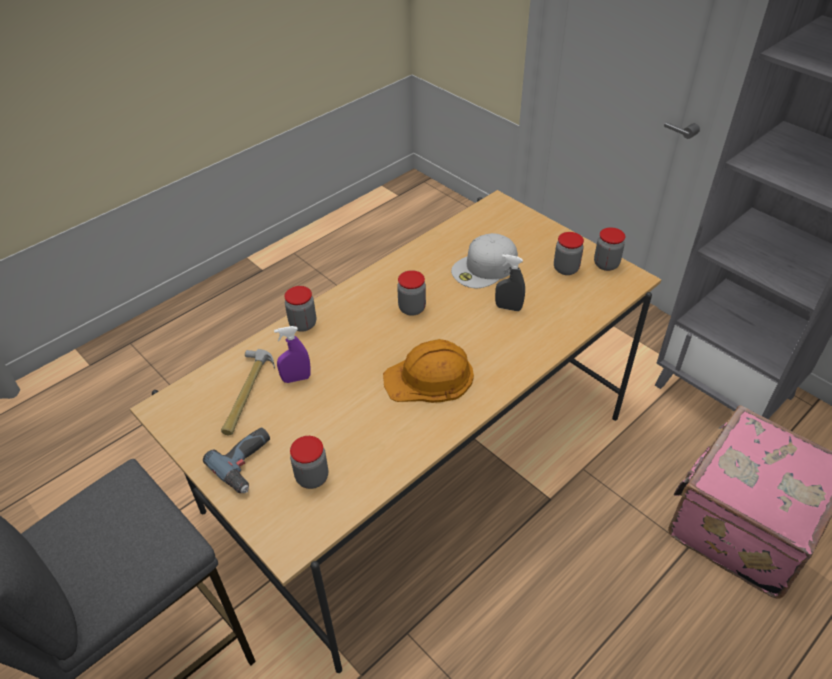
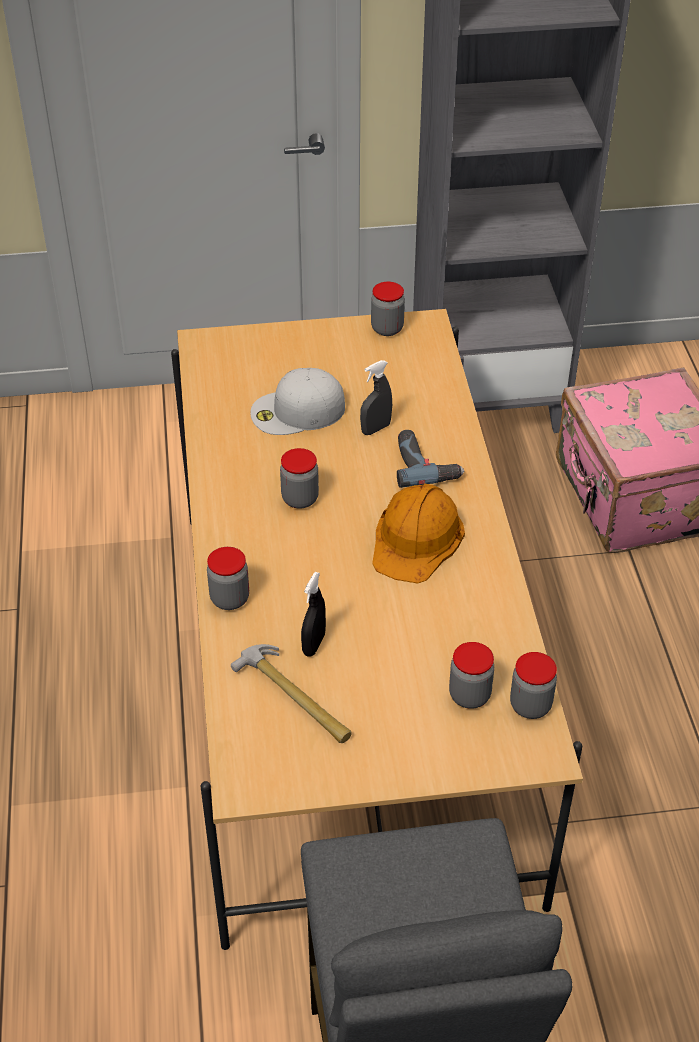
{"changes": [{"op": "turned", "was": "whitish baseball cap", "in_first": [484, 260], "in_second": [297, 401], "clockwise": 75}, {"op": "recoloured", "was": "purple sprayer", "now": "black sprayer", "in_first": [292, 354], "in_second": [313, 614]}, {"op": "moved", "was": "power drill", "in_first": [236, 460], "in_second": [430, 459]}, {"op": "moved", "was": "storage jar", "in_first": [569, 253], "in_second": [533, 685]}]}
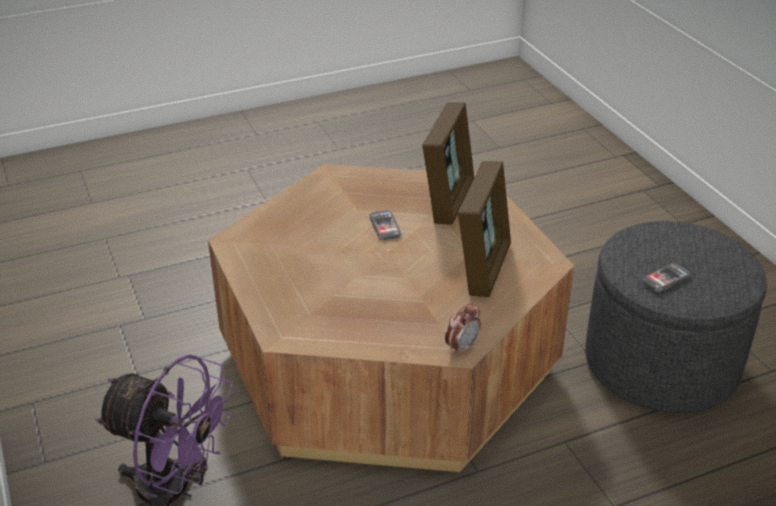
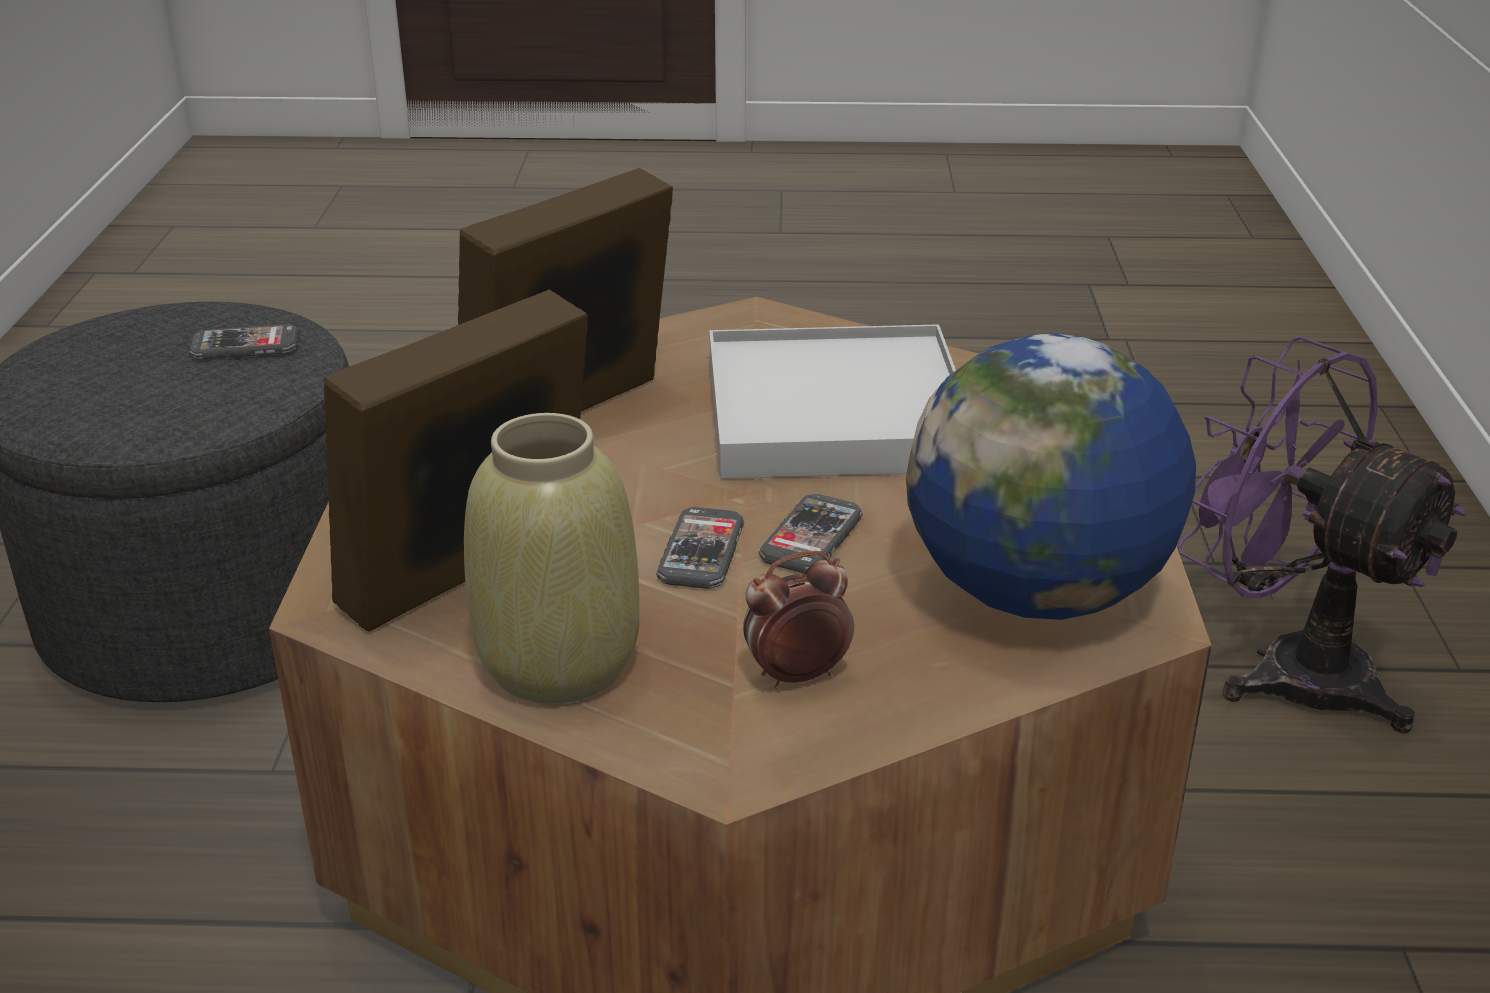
{"changes": [{"op": "added", "now": "beige-coloured vase", "in_second": [552, 558]}, {"op": "added", "now": "whitish serving tray", "in_second": [832, 401]}, {"op": "moved", "was": "alarm clock", "in_first": [463, 329], "in_second": [798, 620]}, {"op": "added", "now": "phone", "in_second": [811, 533]}, {"op": "added", "now": "desk globe", "in_second": [1051, 477]}]}
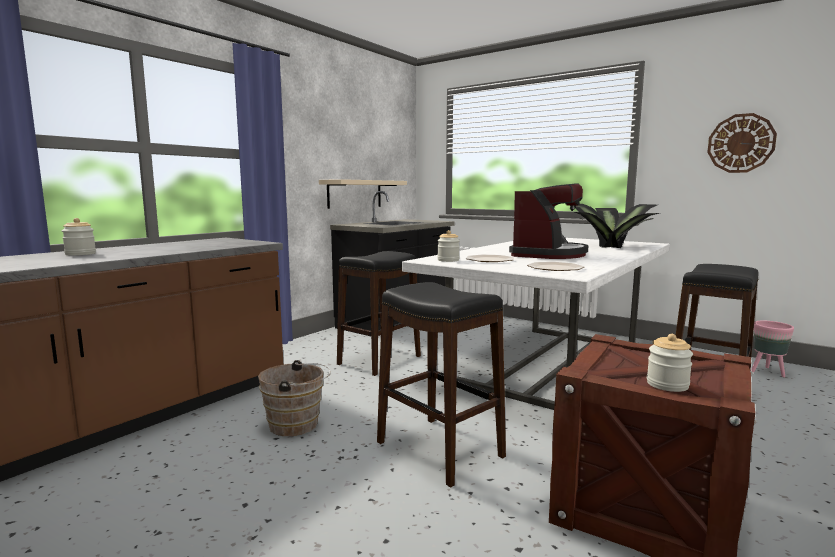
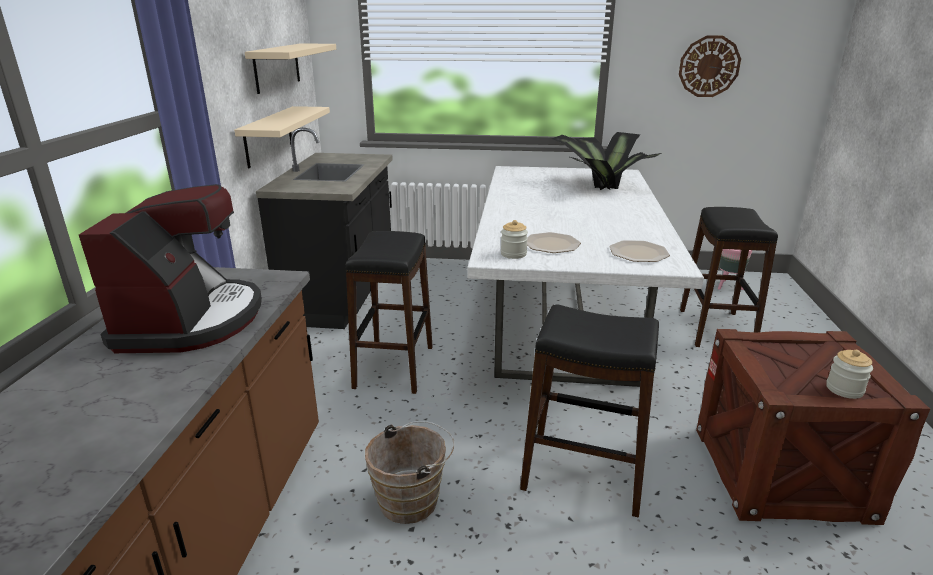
{"changes": [{"op": "moved", "was": "coffee brewer", "in_first": [548, 221], "in_second": [170, 268]}, {"op": "added", "now": "beige-coloured bracket shelf", "in_second": [290, 69]}, {"op": "removed", "was": "storage jar", "in_first": [79, 237]}]}
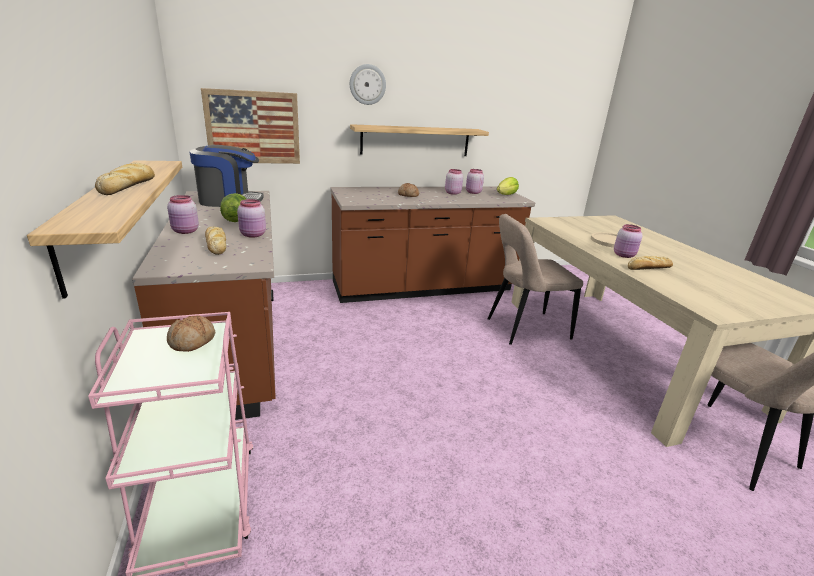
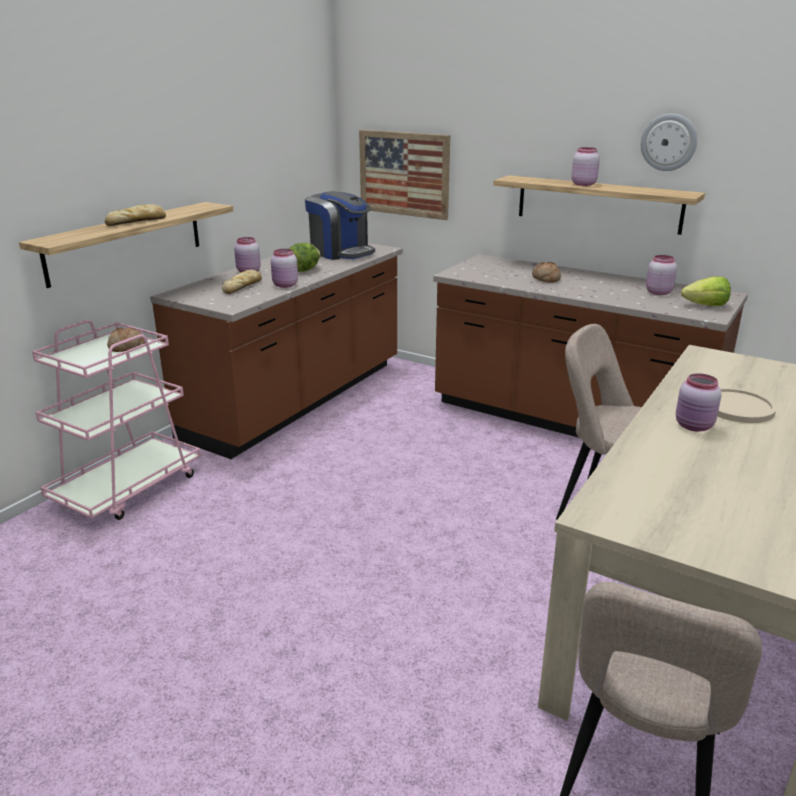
{"changes": [{"op": "moved", "was": "pink storage jar", "in_first": [454, 182], "in_second": [585, 166]}, {"op": "moved", "was": "wall clock", "in_first": [368, 84], "in_second": [669, 142]}, {"op": "removed", "was": "baked bread", "in_first": [650, 263]}]}
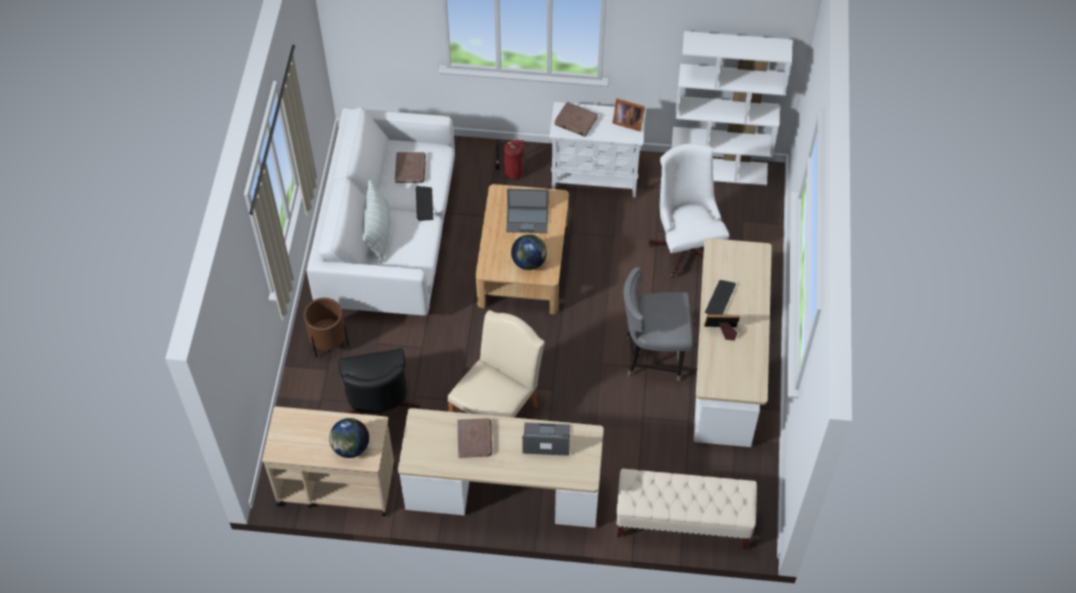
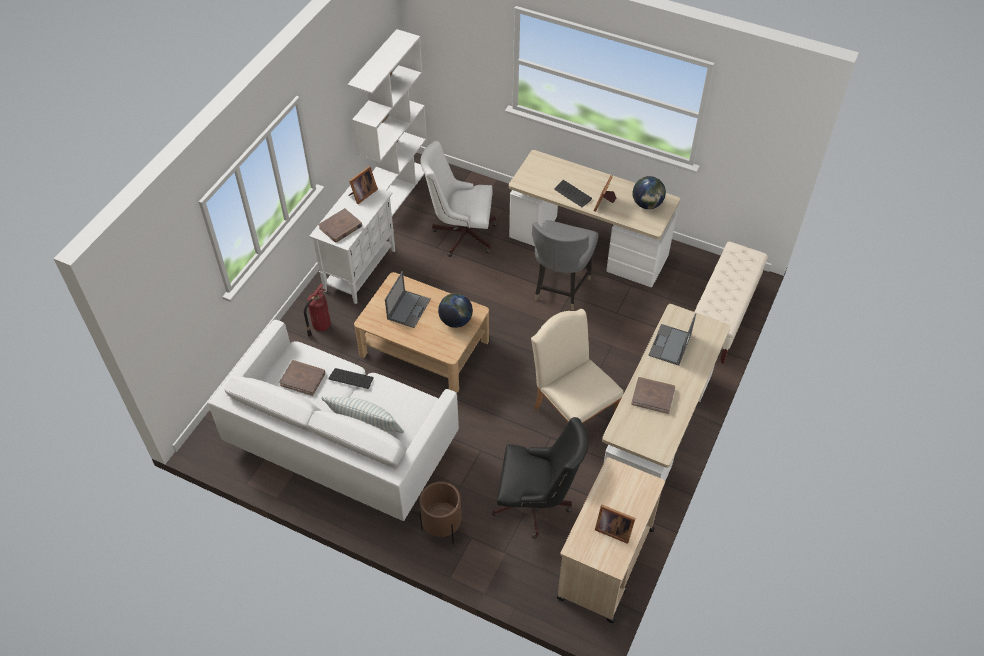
{"changes": [{"op": "added", "now": "standing frame", "in_second": [615, 524]}, {"op": "moved", "was": "desk globe", "in_first": [349, 438], "in_second": [649, 192]}]}
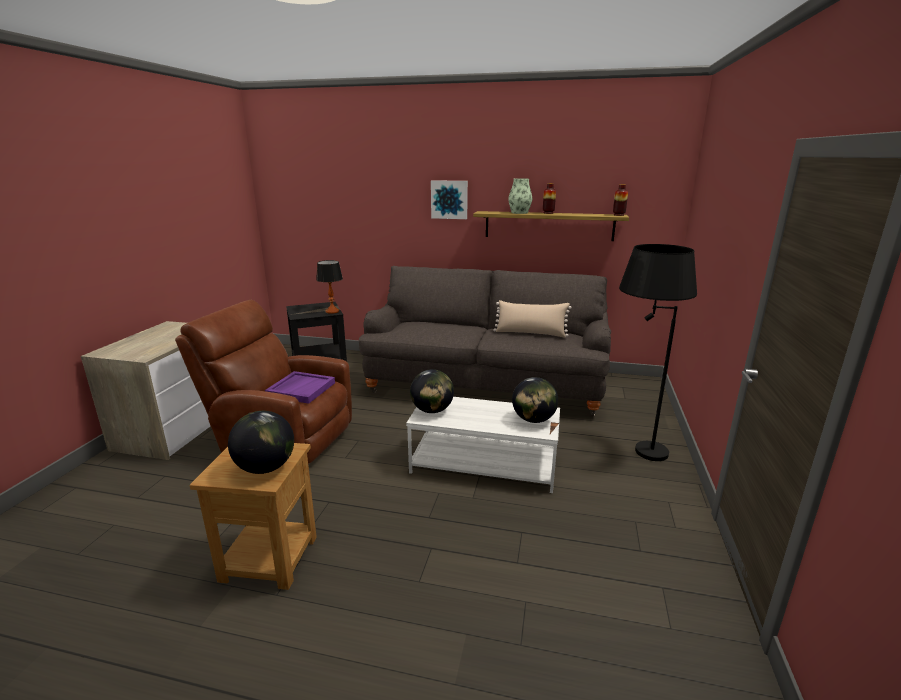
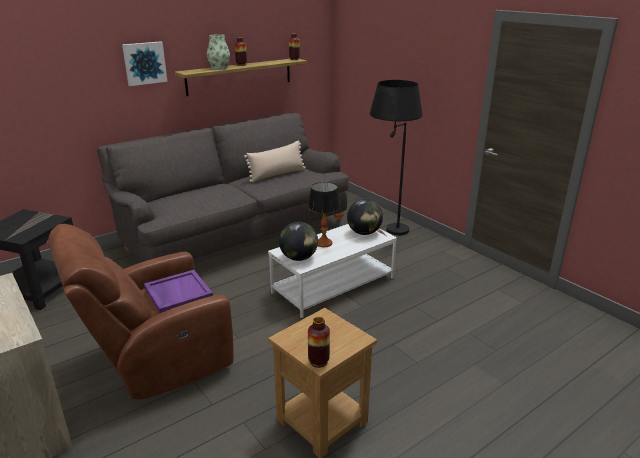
{"changes": [{"op": "moved", "was": "table lamp", "in_first": [329, 287], "in_second": [324, 214]}, {"op": "added", "now": "vase", "in_second": [319, 342]}, {"op": "removed", "was": "desk globe", "in_first": [261, 442]}]}
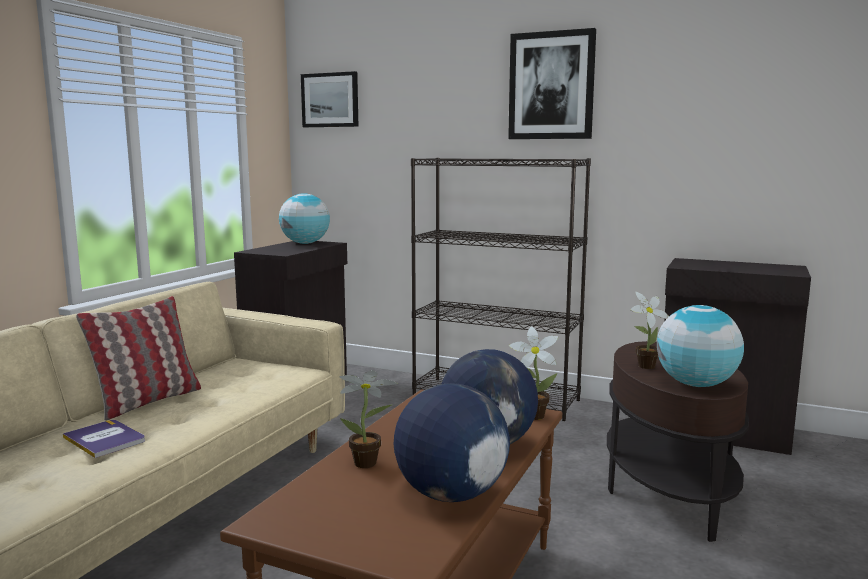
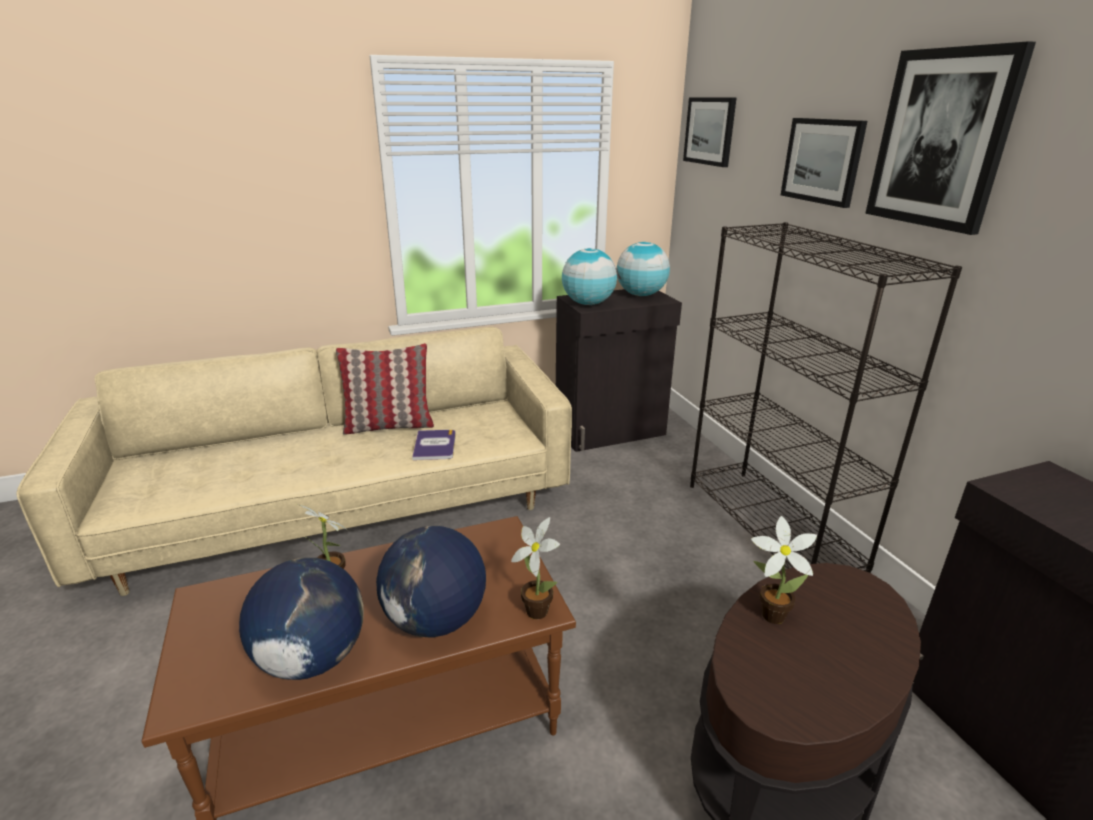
{"changes": [{"op": "moved", "was": "volume", "in_first": [104, 439], "in_second": [434, 445]}, {"op": "moved", "was": "desk globe", "in_first": [700, 346], "in_second": [589, 276]}, {"op": "added", "now": "wall art", "in_second": [824, 163]}]}
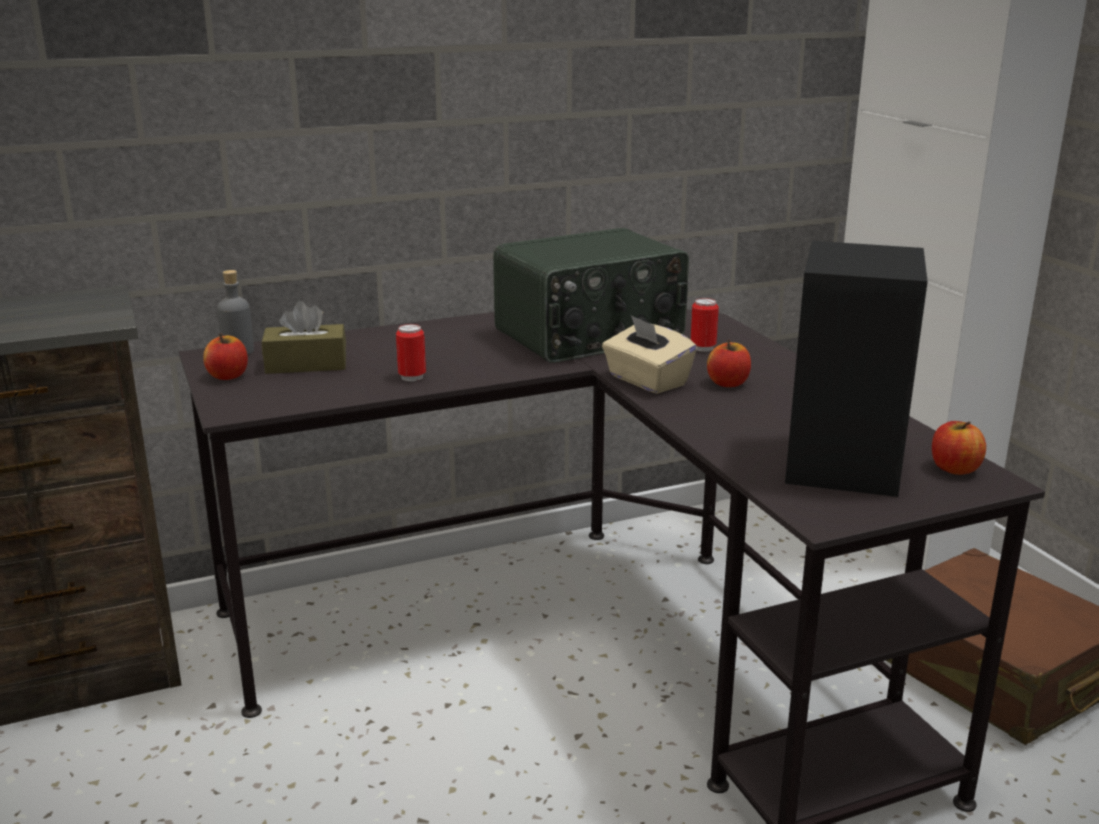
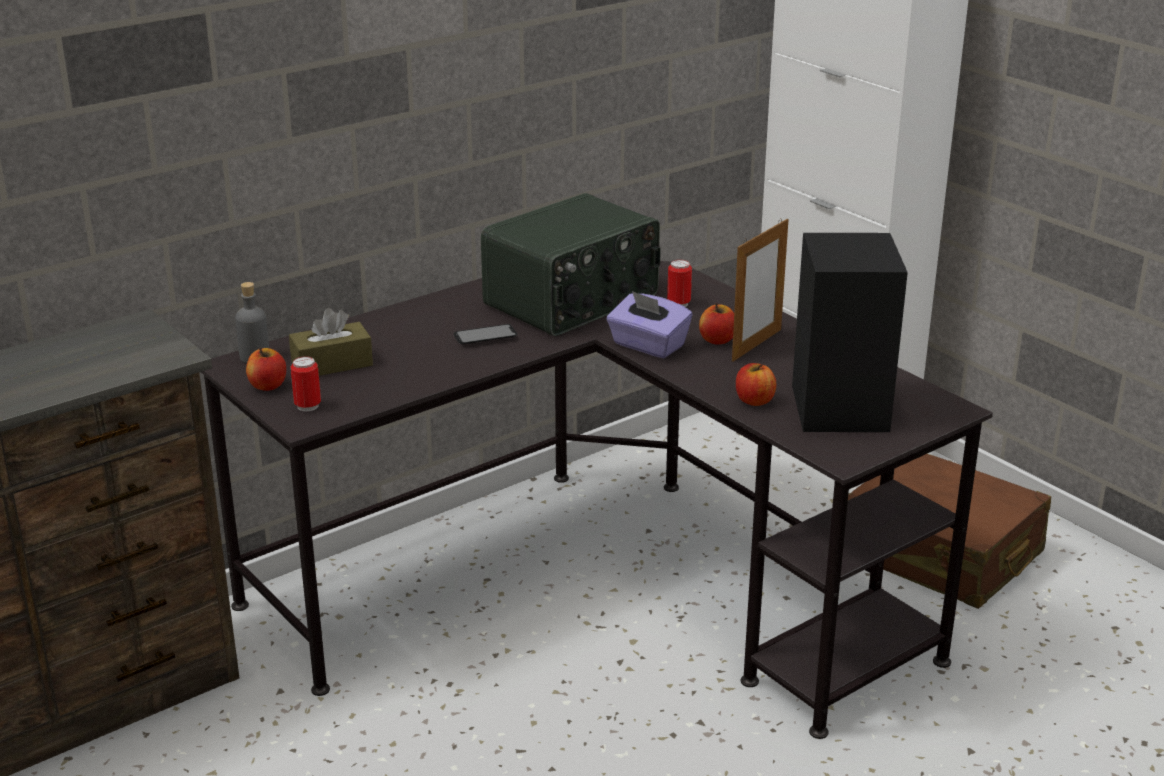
{"changes": [{"op": "moved", "was": "sealed can", "in_first": [411, 352], "in_second": [306, 383]}, {"op": "added", "now": "phone", "in_second": [485, 334]}, {"op": "recoloured", "was": "beige-coloured tissue box", "now": "purple tissue box", "in_first": [649, 354], "in_second": [649, 324]}, {"op": "added", "now": "standing frame", "in_second": [760, 290]}, {"op": "moved", "was": "whole apple", "in_first": [959, 448], "in_second": [756, 384]}]}
